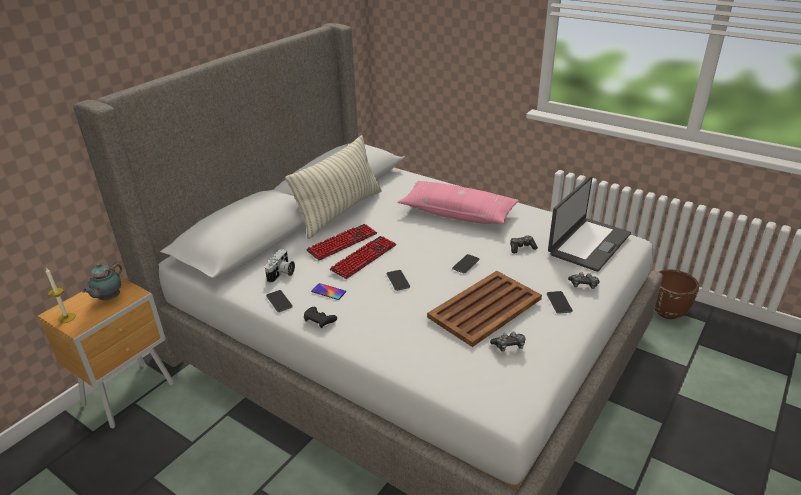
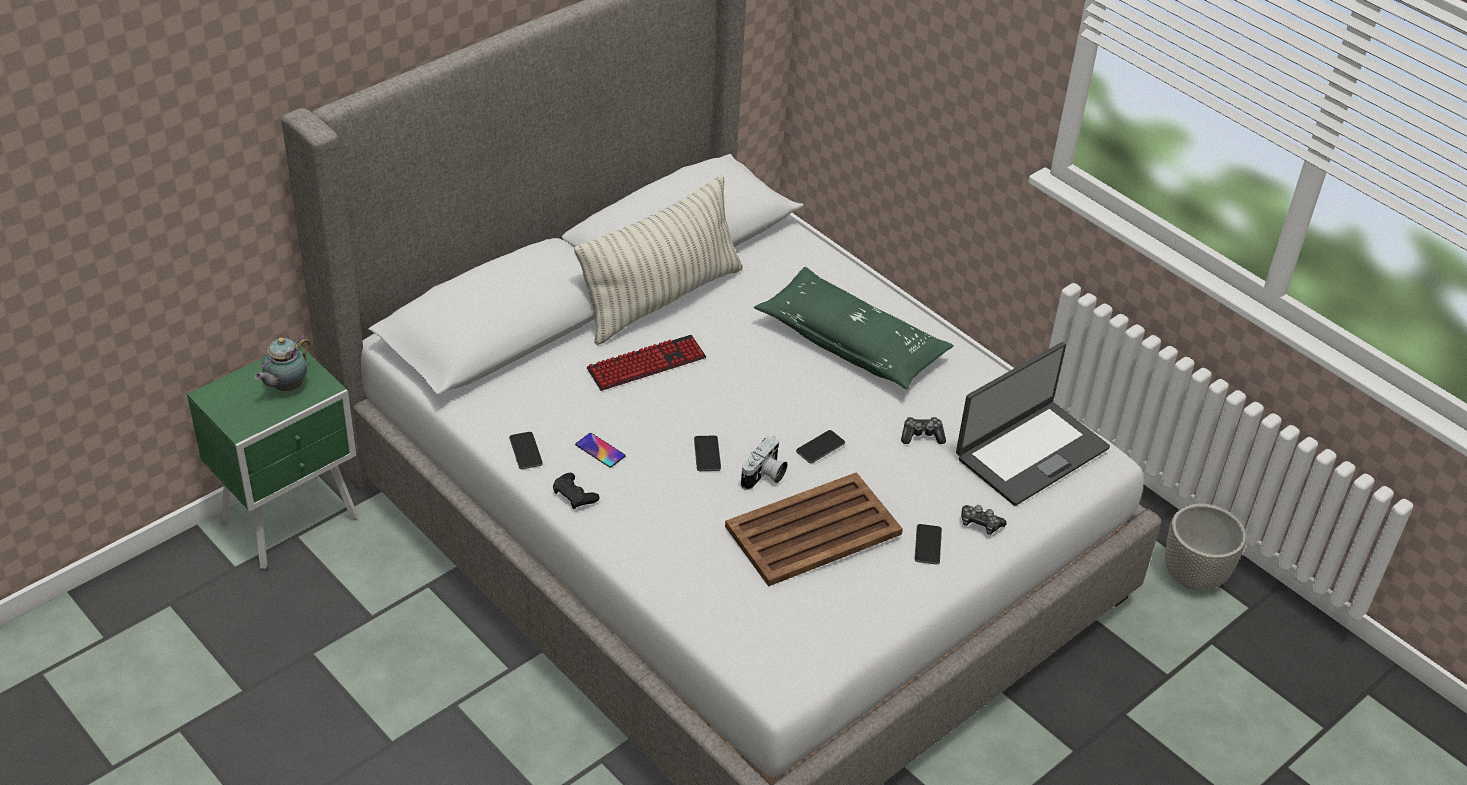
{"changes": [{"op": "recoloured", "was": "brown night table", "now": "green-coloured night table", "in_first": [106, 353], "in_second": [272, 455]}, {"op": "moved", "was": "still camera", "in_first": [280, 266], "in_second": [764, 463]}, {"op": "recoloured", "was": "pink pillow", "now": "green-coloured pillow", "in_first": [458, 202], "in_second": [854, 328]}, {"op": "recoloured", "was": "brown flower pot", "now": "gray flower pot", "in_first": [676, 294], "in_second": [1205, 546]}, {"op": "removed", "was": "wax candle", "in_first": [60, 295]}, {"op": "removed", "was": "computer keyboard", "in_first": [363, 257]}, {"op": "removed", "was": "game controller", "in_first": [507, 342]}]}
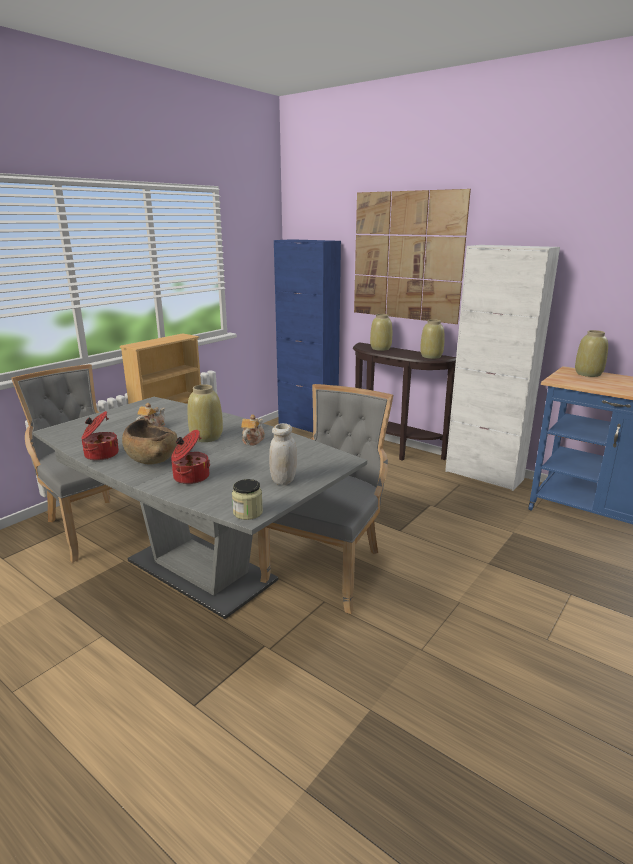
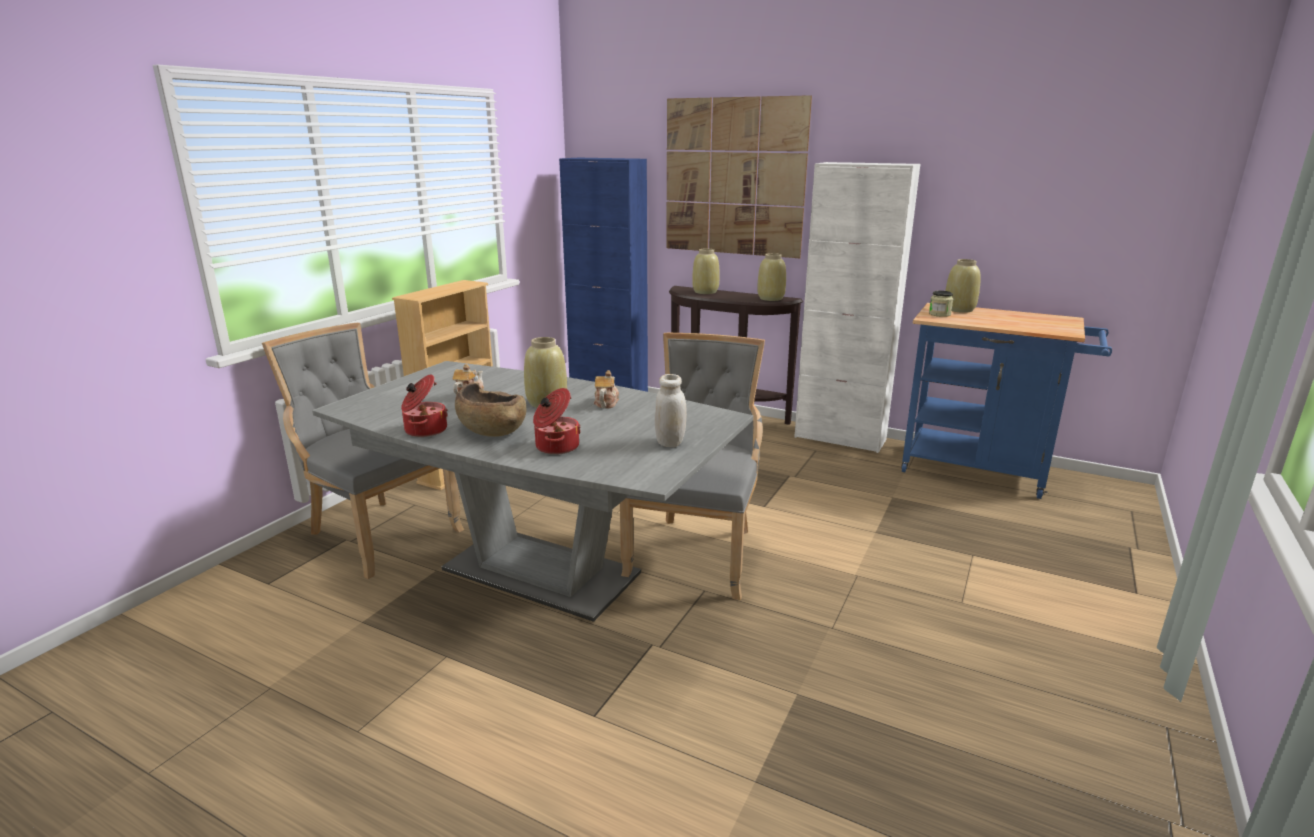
{"changes": [{"op": "moved", "was": "storage jar", "in_first": [247, 499], "in_second": [941, 304]}]}
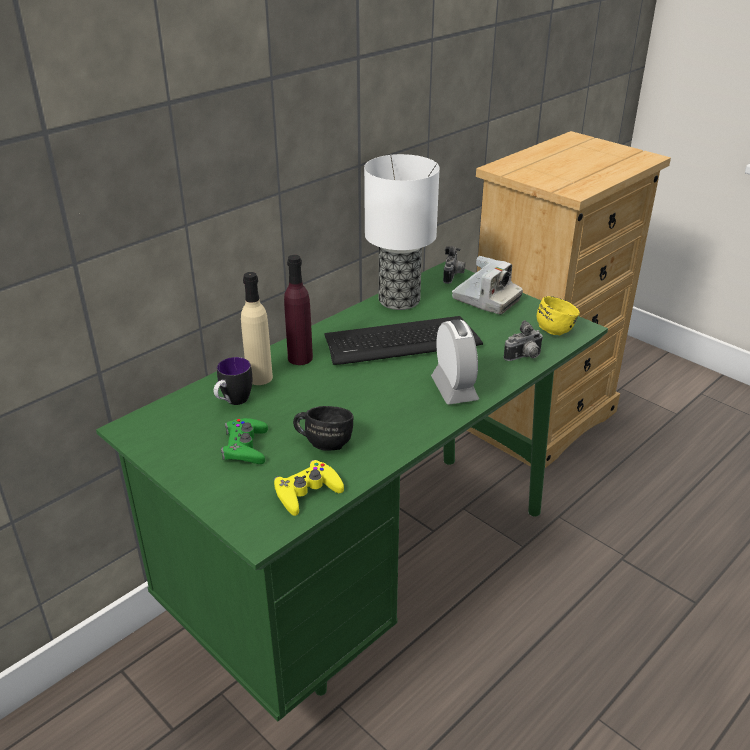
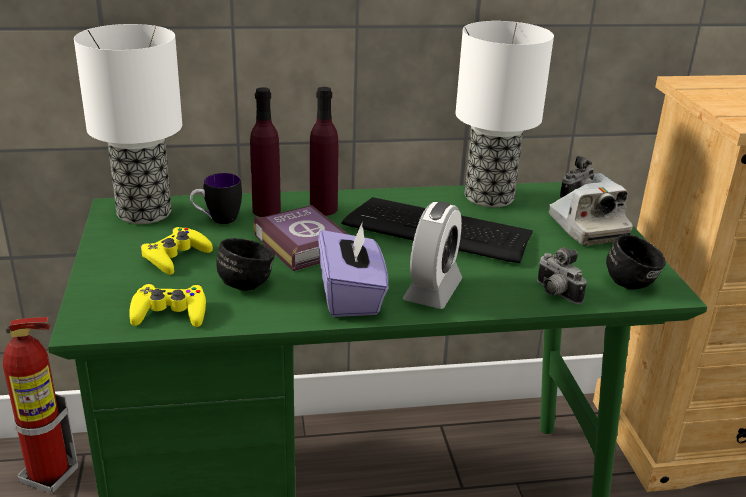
{"changes": [{"op": "added", "now": "extinguisher", "in_second": [40, 405]}, {"op": "added", "now": "table lamp", "in_second": [128, 124]}, {"op": "recoloured", "was": "green-coloured game controller", "now": "yellow game controller", "in_first": [244, 441], "in_second": [176, 251]}, {"op": "recoloured", "was": "beige-coloured drink bottle", "now": "purple drink bottle", "in_first": [257, 328], "in_second": [265, 152]}, {"op": "added", "now": "volume", "in_second": [301, 238]}, {"op": "added", "now": "purple tissue box", "in_second": [353, 269]}, {"op": "turned", "was": "still camera", "in_first": [523, 340], "in_second": [562, 275], "clockwise": 45}, {"op": "recoloured", "was": "yellow tea mug", "now": "black tea mug", "in_first": [558, 315], "in_second": [636, 262]}]}
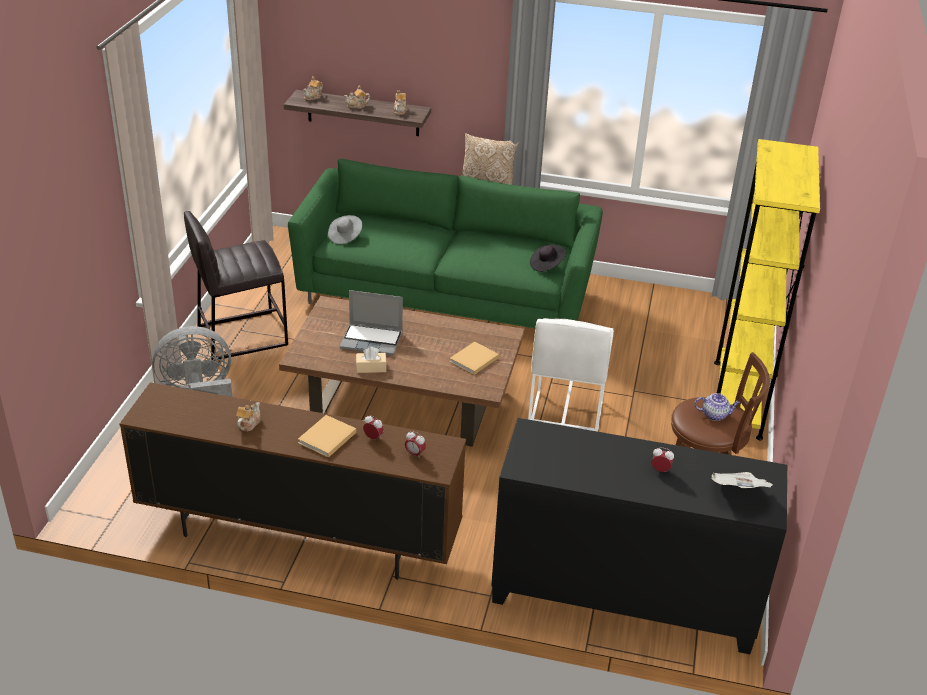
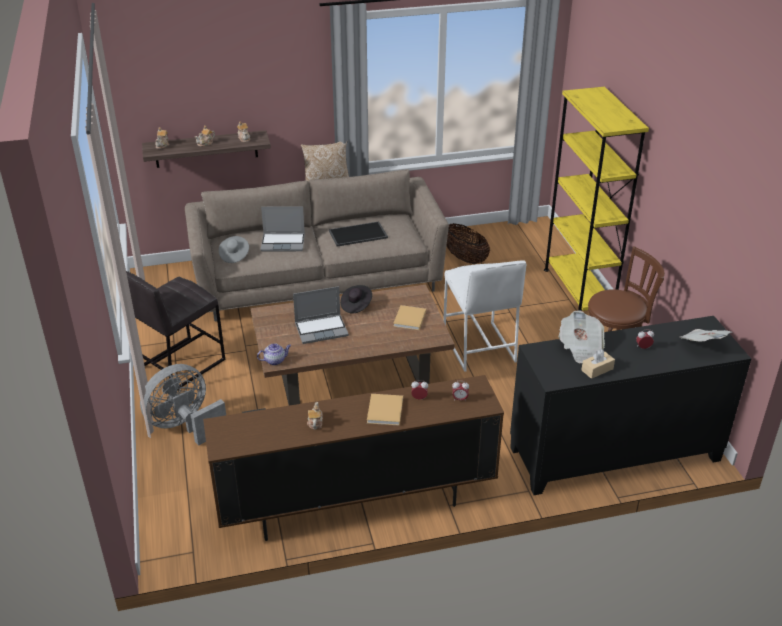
{"changes": [{"op": "recoloured", "was": "green-coloured settee", "now": "beige-coloured settee", "in_first": [445, 243], "in_second": [317, 245]}, {"op": "moved", "was": "pot for tea", "in_first": [717, 407], "in_second": [274, 354]}, {"op": "added", "now": "portable computer", "in_second": [282, 229]}, {"op": "added", "now": "serving tray", "in_second": [358, 234]}, {"op": "moved", "was": "black wearable hat", "in_first": [548, 258], "in_second": [356, 299]}, {"op": "added", "now": "storage basket", "in_second": [468, 243]}, {"op": "added", "now": "printed paper", "in_second": [581, 336]}, {"op": "moved", "was": "beige-coloured tissue box", "in_first": [371, 360], "in_second": [598, 364]}]}
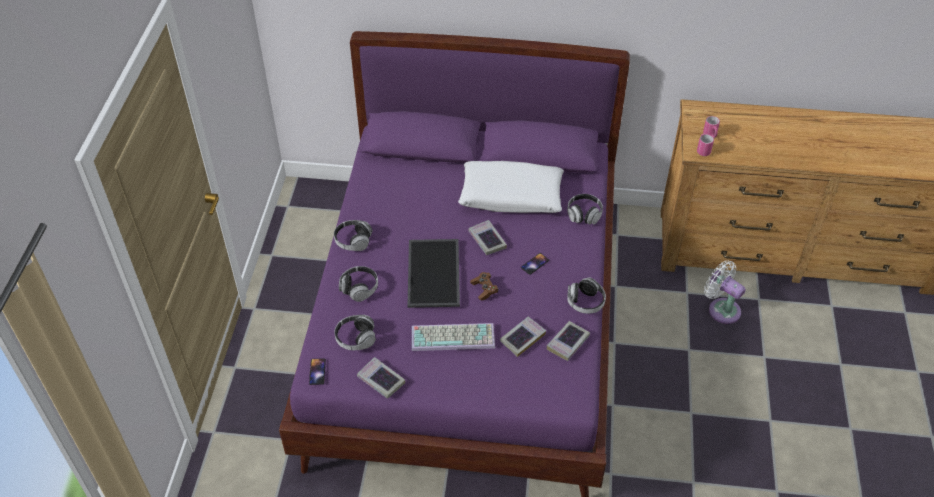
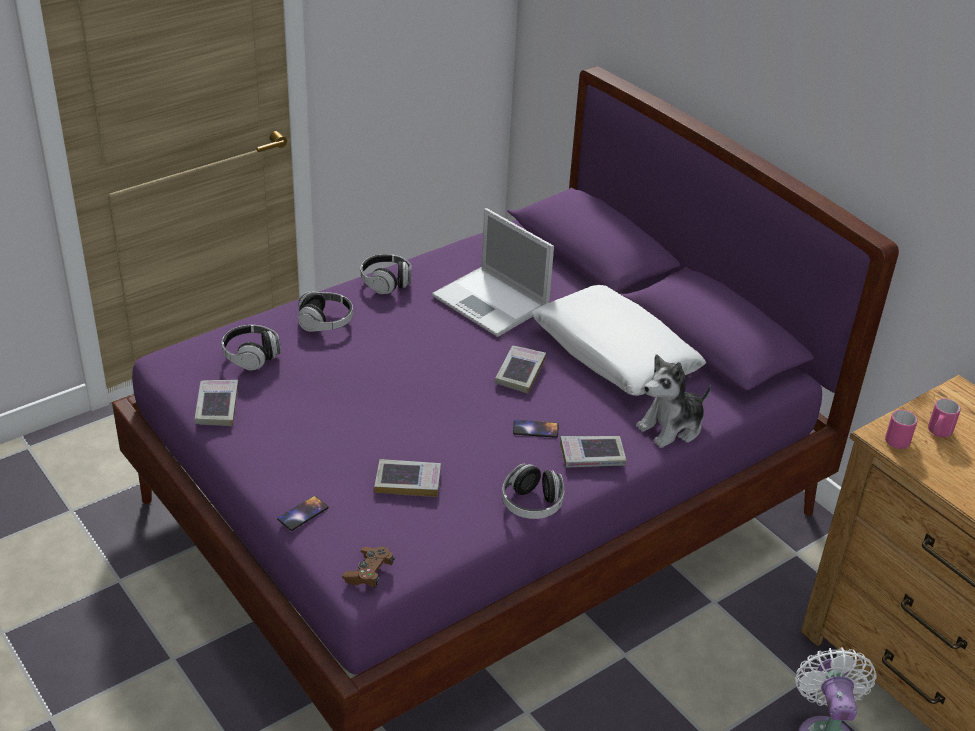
{"changes": [{"op": "moved", "was": "phone", "in_first": [317, 371], "in_second": [303, 513]}, {"op": "moved", "was": "brown game controller", "in_first": [484, 286], "in_second": [368, 567]}, {"op": "added", "now": "portable computer", "in_second": [493, 272]}, {"op": "moved", "was": "volume", "in_first": [568, 341], "in_second": [593, 452]}, {"op": "replaced", "was": "headset", "now": "soft toy", "in_first": [585, 209], "in_second": [673, 401]}, {"op": "removed", "was": "serving tray", "in_first": [434, 273]}, {"op": "removed", "was": "computer keyboard", "in_first": [453, 337]}]}
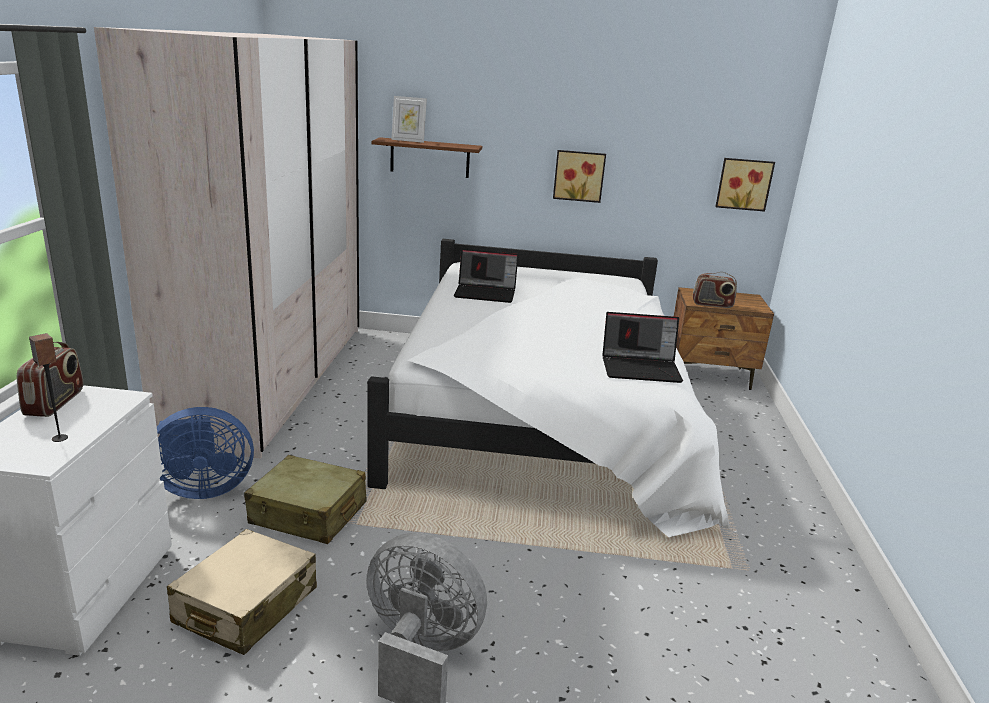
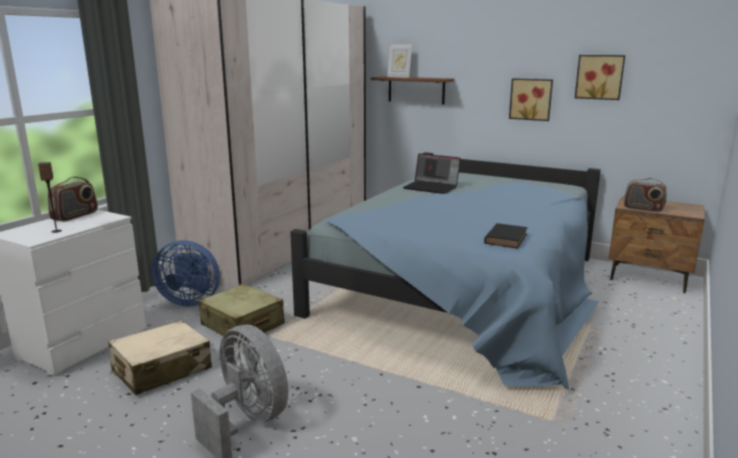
{"changes": [{"op": "recoloured", "was": "whitish bed", "now": "blue-coloured bed", "in_first": [548, 388], "in_second": [445, 271]}, {"op": "replaced", "was": "portable computer", "now": "black volume", "in_first": [642, 347], "in_second": [506, 235]}, {"op": "moved", "was": "wall art", "in_first": [745, 185], "in_second": [600, 77]}]}
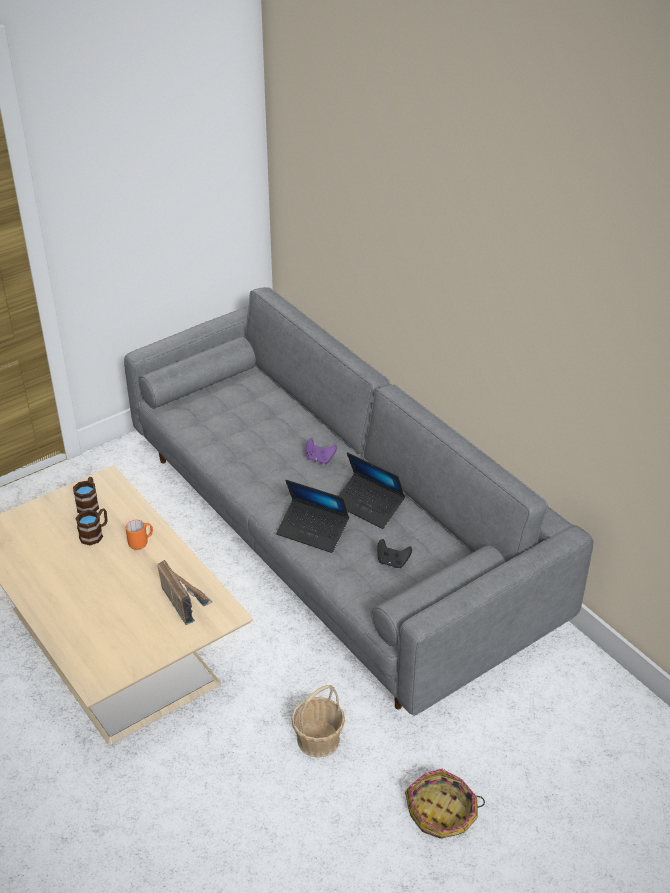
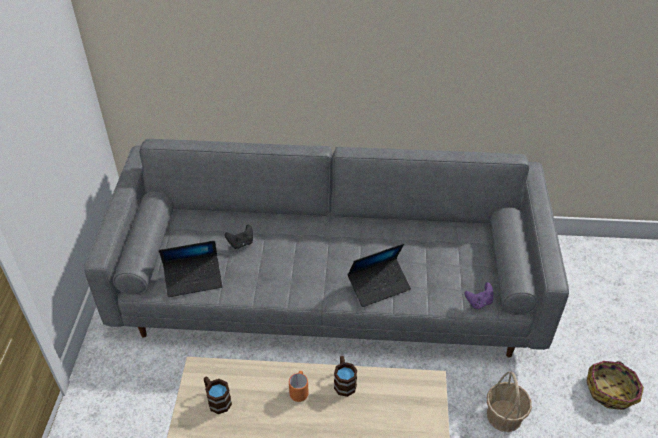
{"changes": [{"op": "moved", "was": "portable computer", "in_first": [372, 490], "in_second": [191, 269]}, {"op": "moved", "was": "black game controller", "in_first": [394, 553], "in_second": [239, 237]}, {"op": "moved", "was": "brown tea mug", "in_first": [91, 527], "in_second": [345, 376]}, {"op": "moved", "was": "purple game controller", "in_first": [321, 451], "in_second": [479, 295]}, {"op": "removed", "was": "radio set", "in_first": [184, 592]}]}
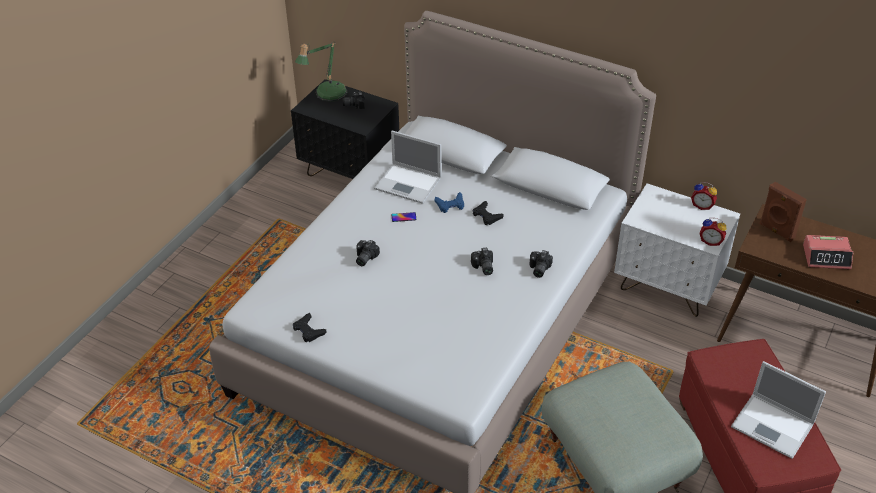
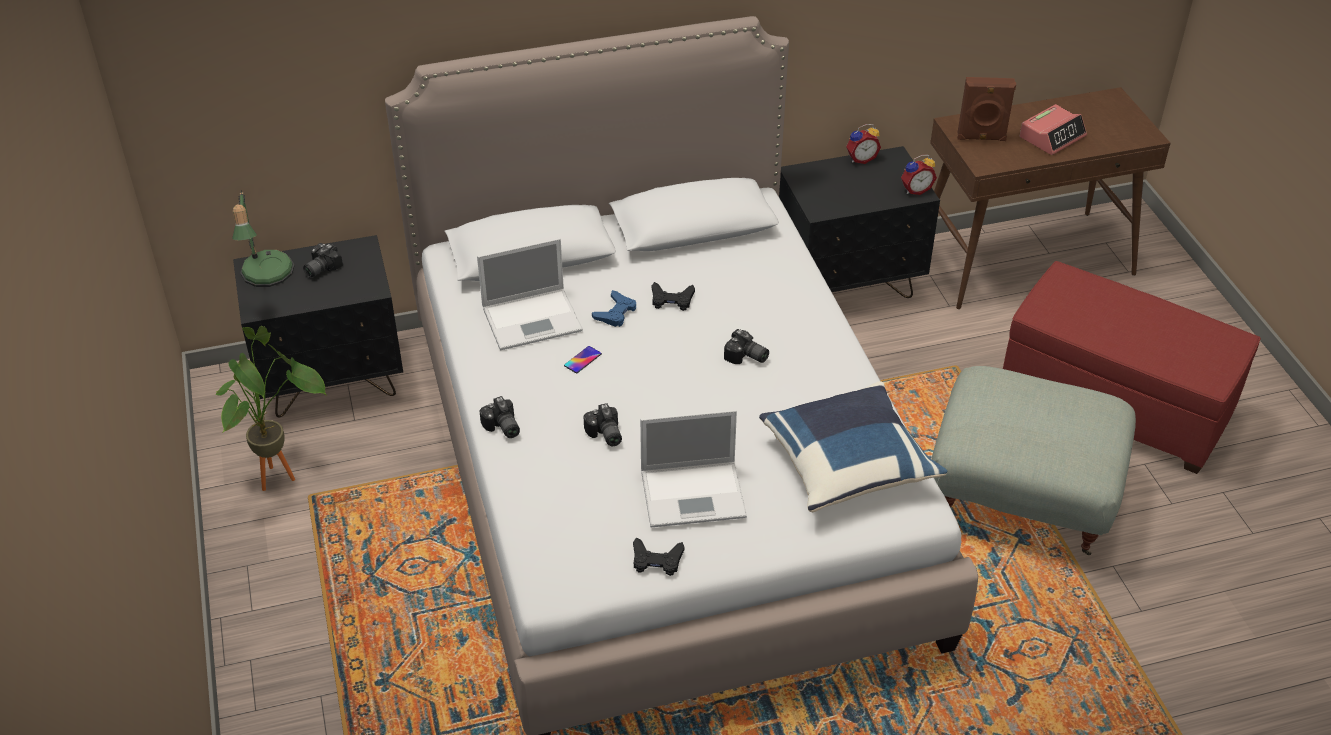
{"changes": [{"op": "added", "now": "plant in a pot", "in_second": [271, 408]}, {"op": "moved", "was": "still camera", "in_first": [541, 264], "in_second": [500, 417]}, {"op": "moved", "was": "portable computer", "in_first": [778, 410], "in_second": [693, 468]}, {"op": "added", "now": "blue-coloured pillow", "in_second": [853, 446]}, {"op": "recoloured", "was": "whitish night table", "now": "black night table", "in_first": [677, 250], "in_second": [859, 222]}]}
